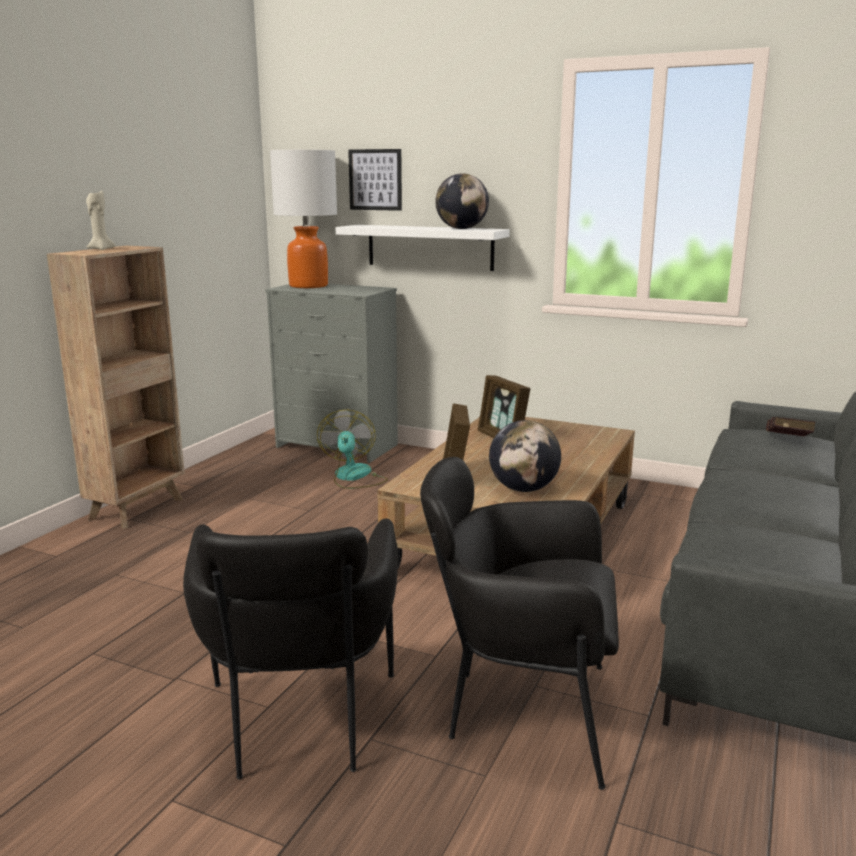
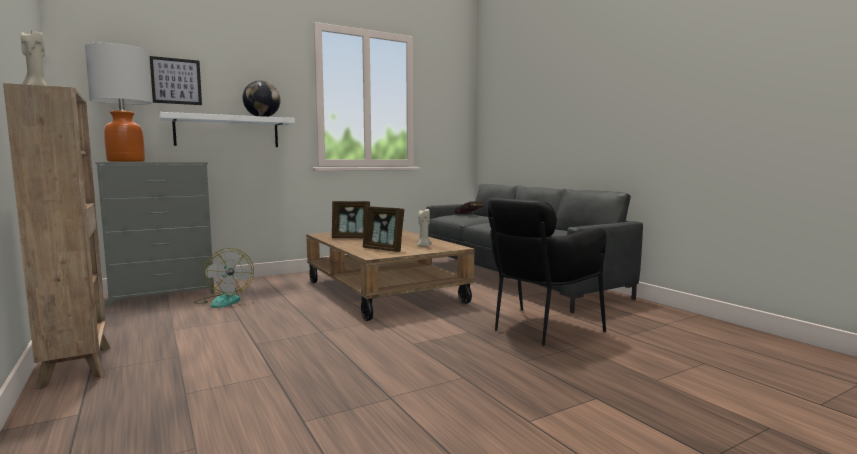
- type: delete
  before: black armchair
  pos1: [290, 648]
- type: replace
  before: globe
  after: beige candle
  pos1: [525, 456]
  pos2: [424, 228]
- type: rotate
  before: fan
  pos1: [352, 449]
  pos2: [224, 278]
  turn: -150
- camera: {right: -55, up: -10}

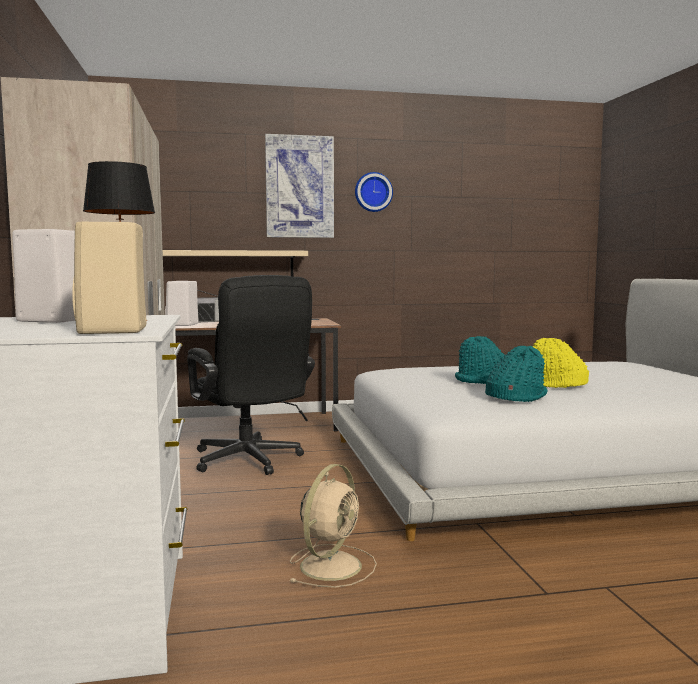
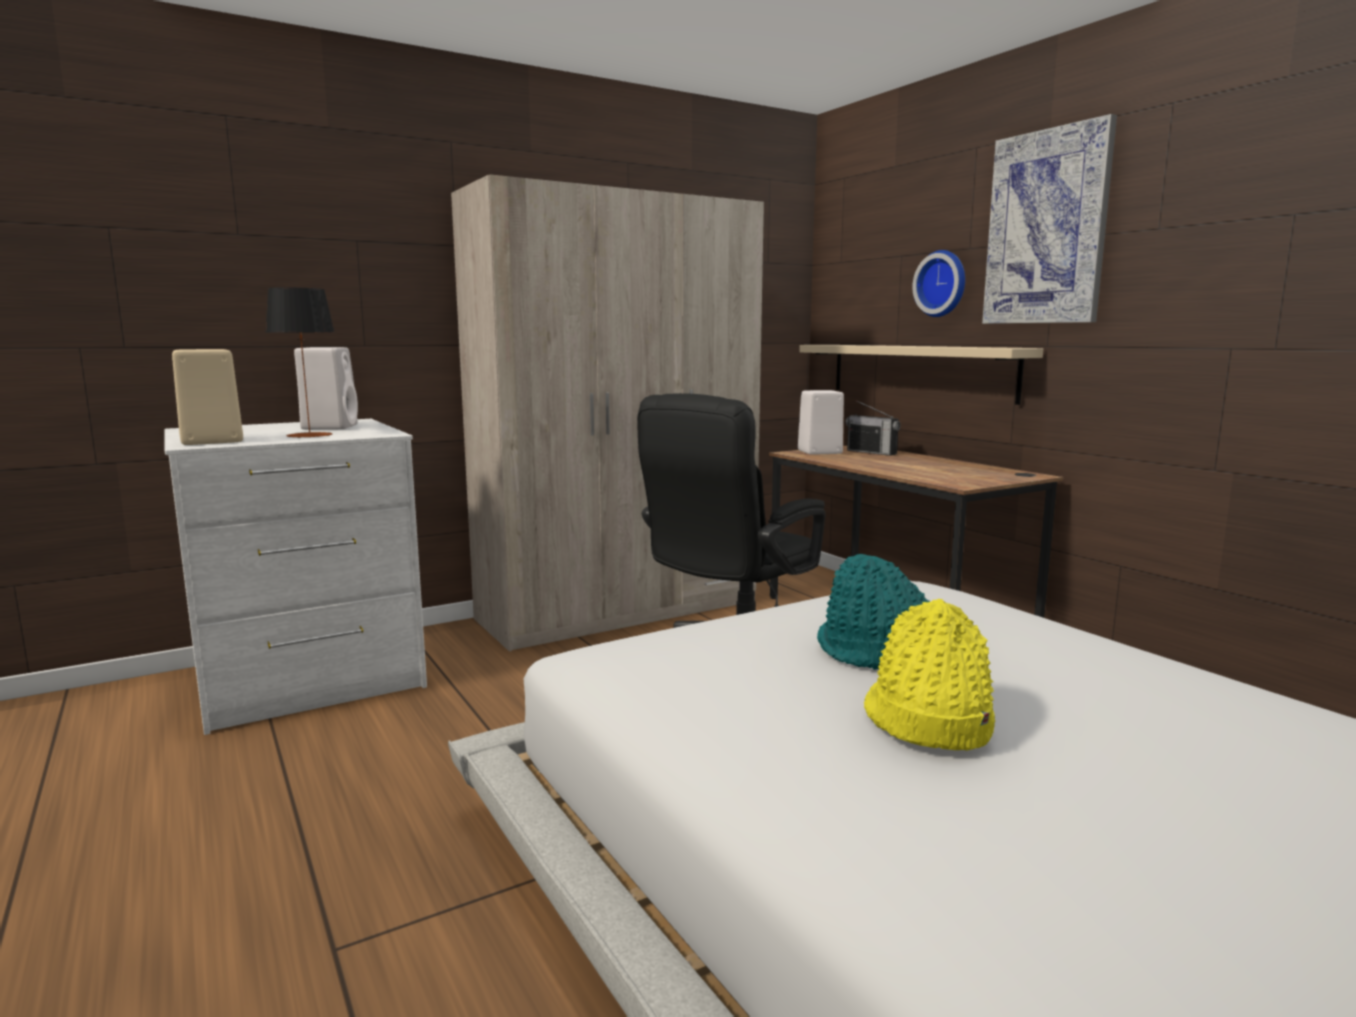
- type: delete
  before: beige fan
  pos1: [333, 526]
- type: delete
  before: turquoise hat
  pos1: [516, 374]
- type: move
  before: wall clock
  pos1: [374, 192]
  pos2: [938, 283]
- camera: {right: 70, up: 5}

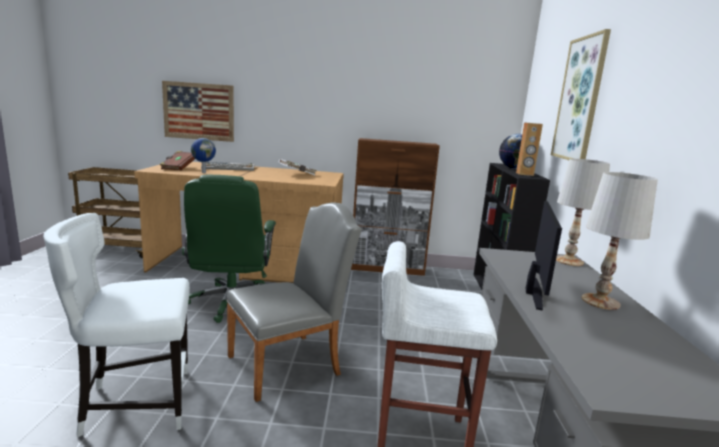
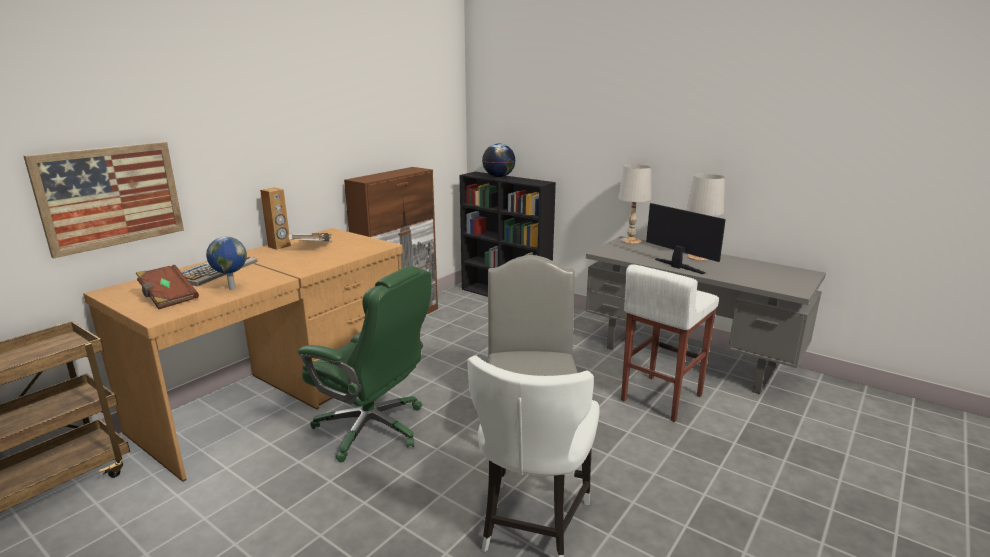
- type: delete
  before: picture
  pos1: [581, 94]
- type: move
  before: brown speaker
  pos1: [529, 149]
  pos2: [275, 218]
- camera: {right: -55, up: 5}

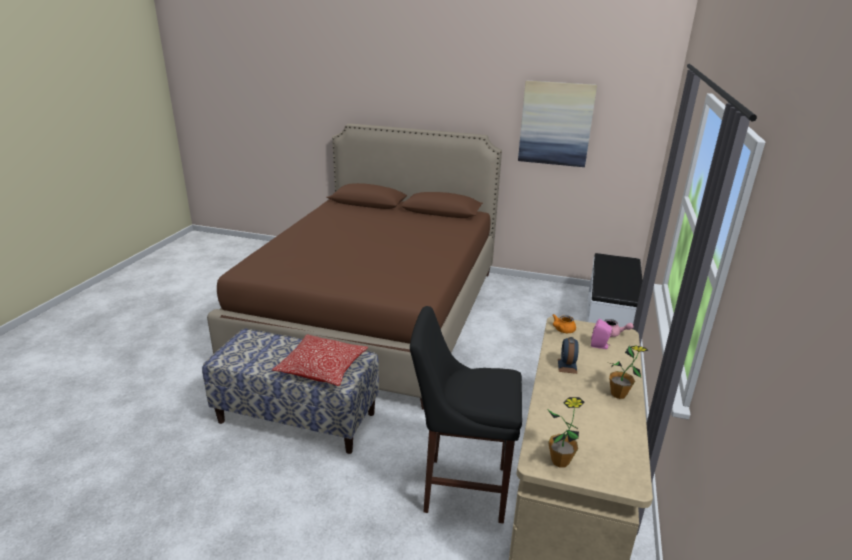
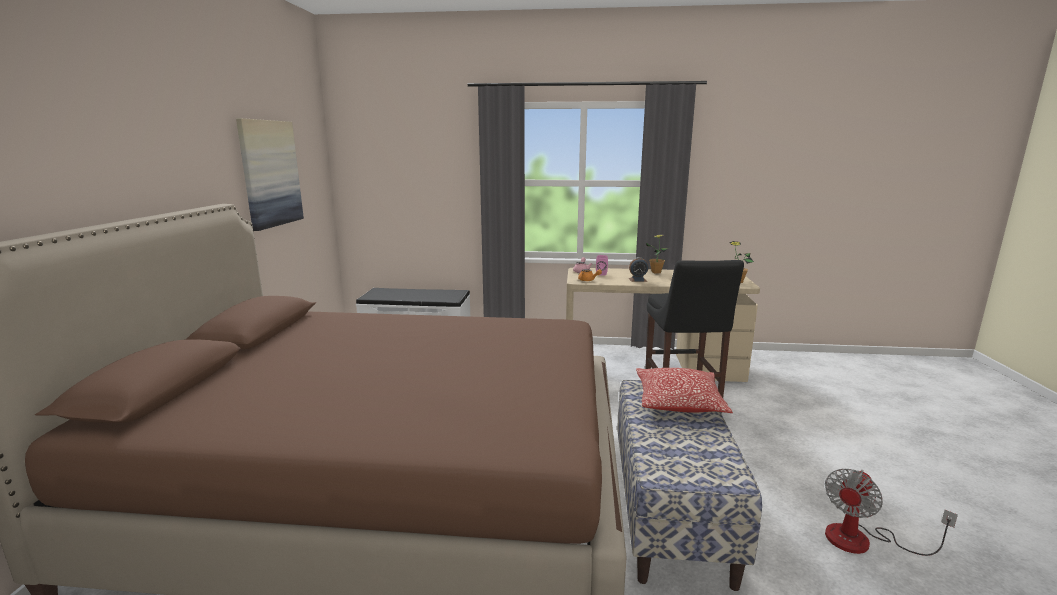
- type: insert
  after: fan
  pos2: [891, 512]
- camera: {right: -100, up: -10}

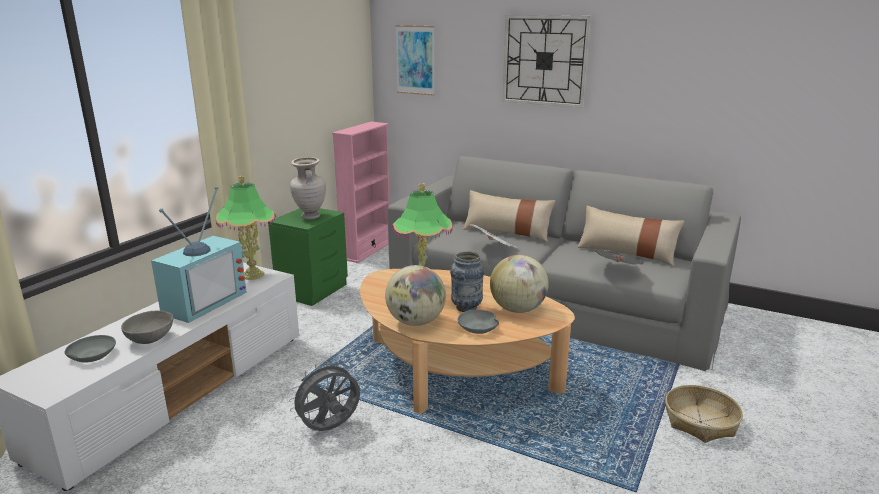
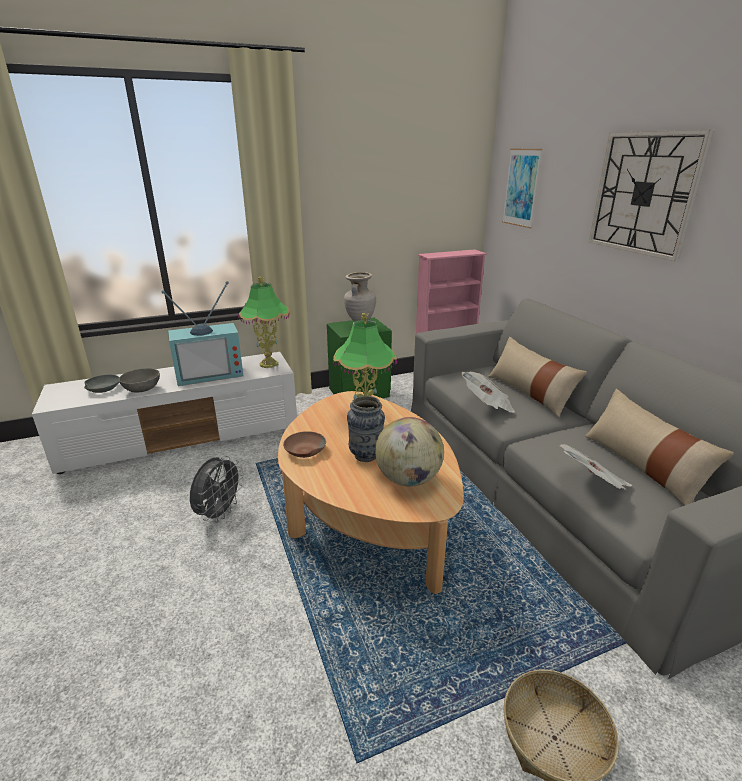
- type: delete
  before: grey bowl
  pos1: [478, 322]
- type: replace
  before: globe
  after: brown bowl
  pos1: [415, 295]
  pos2: [304, 444]
- type: rotate
  before: grey fan
  pos1: [324, 396]
  pos2: [216, 489]
  turn: 105
- camera: {right: 40, up: 5}

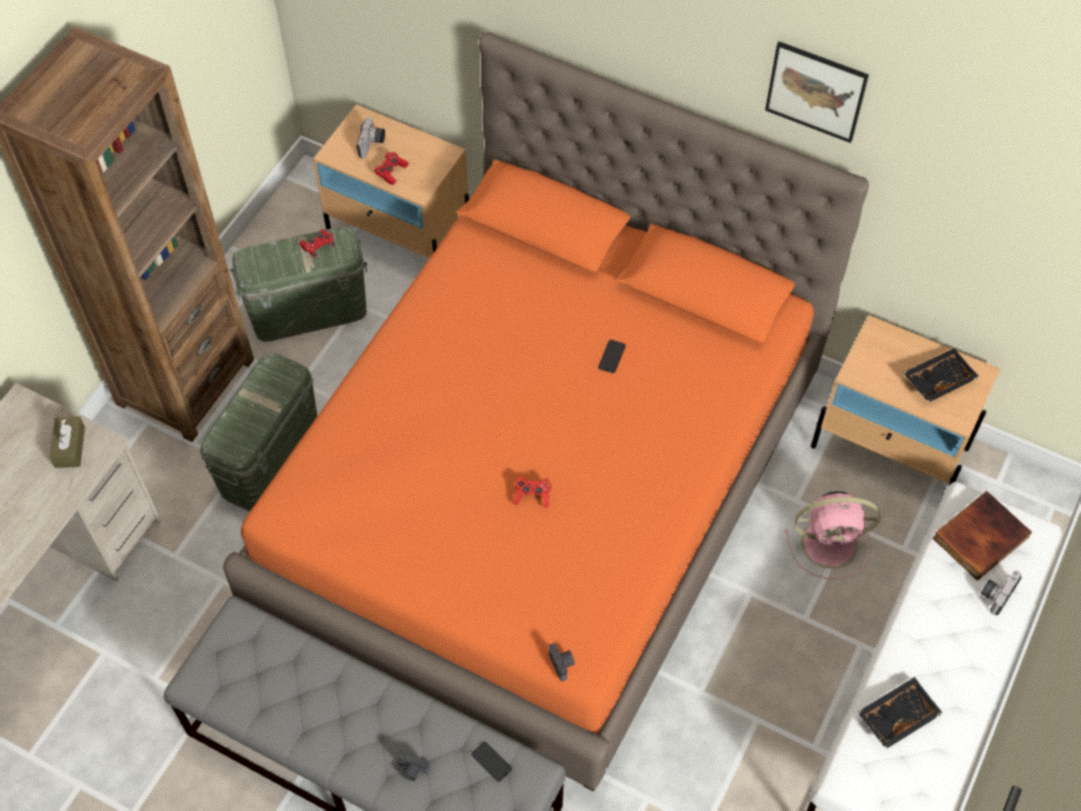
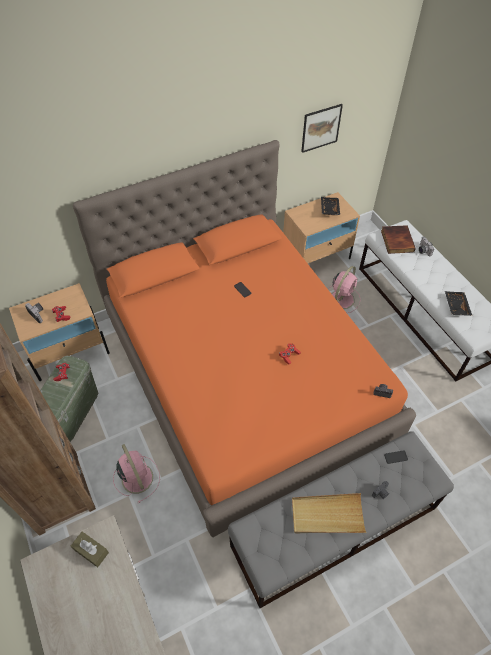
- type: insert
  after: beige tray
  pos2: [329, 513]
- type: move
  before: picture
  pos1: [817, 92]
  pos2: [322, 128]
- type: replace
  before: green storage box
  after: pink fan
  pos1: [258, 432]
  pos2: [136, 473]
- camera: {right: -55, up: -5}

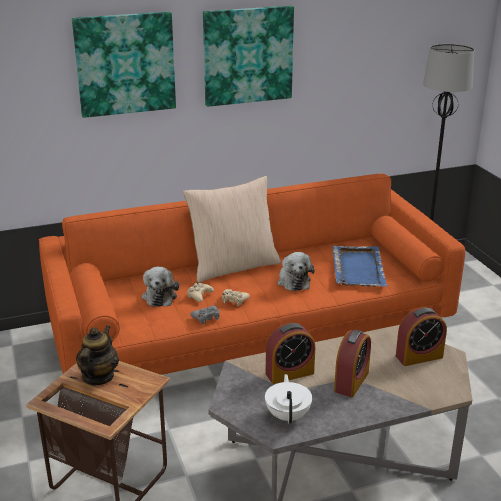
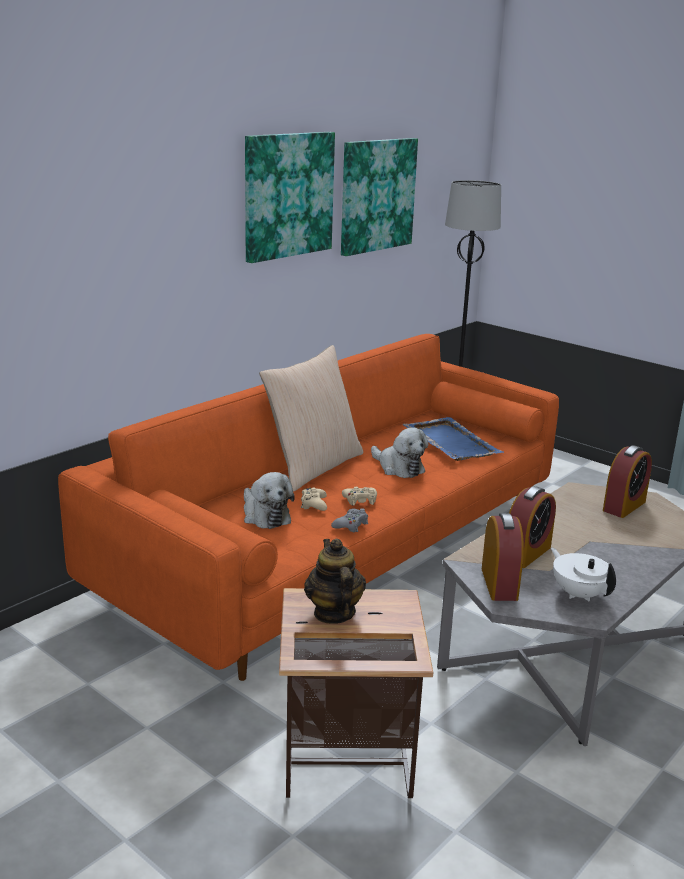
- type: move
  before: picture
  pos1: [124, 65]
  pos2: [379, 197]
- type: move
  before: alarm clock
  pos1: [352, 363]
  pos2: [503, 557]
- camera: {right: -30, up: -5}

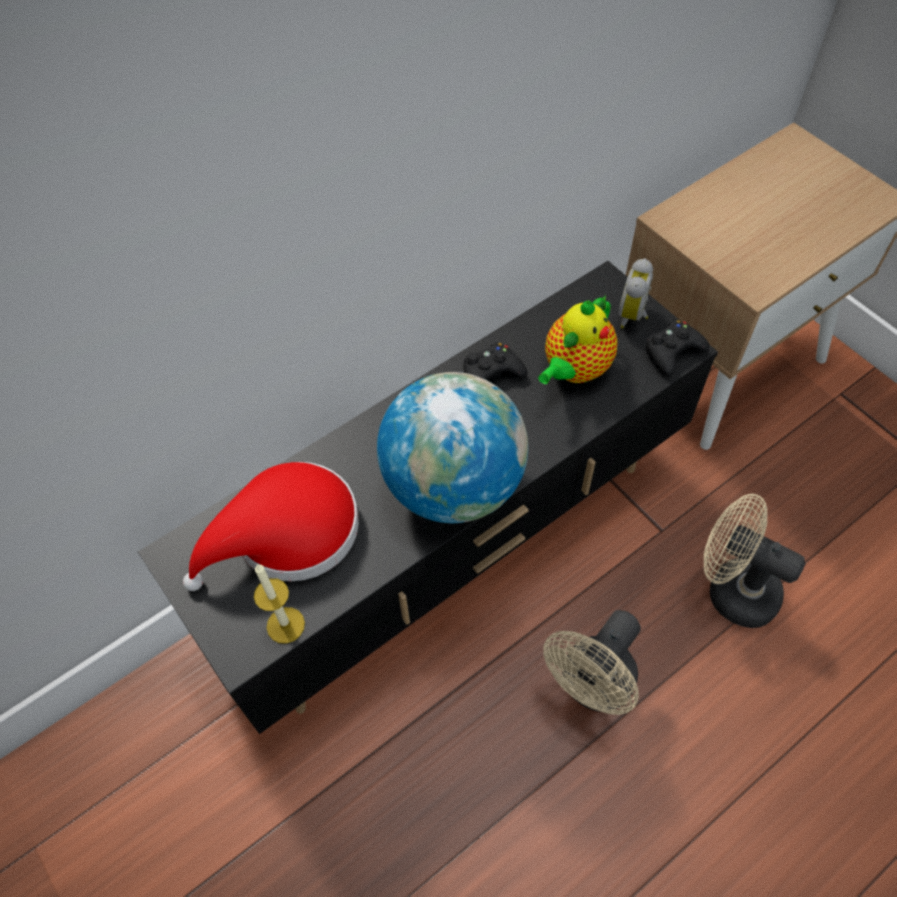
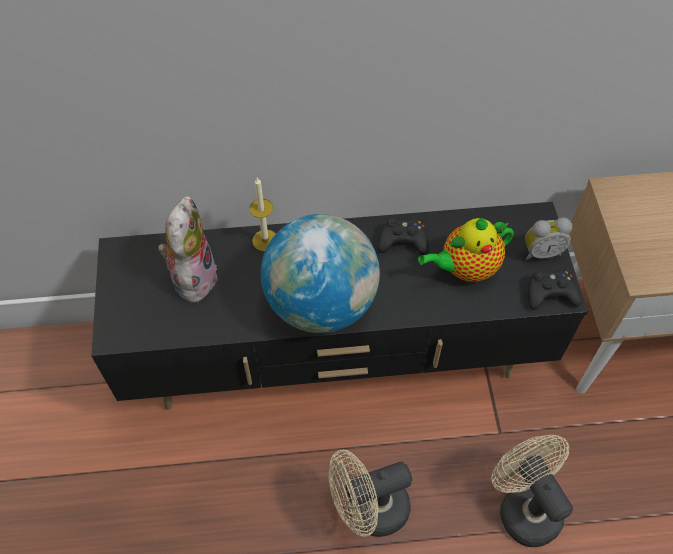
- type: move
  before: candle
  pos1: [279, 604]
  pos2: [262, 215]
- type: replace
  before: red hat
  after: plush toy
  pos1: [271, 526]
  pos2: [187, 249]
- type: rotate
  before: alarm clock
  pos1: [635, 293]
  pos2: [548, 238]
  turn: -150
- camera: {right: 30, up: 0}

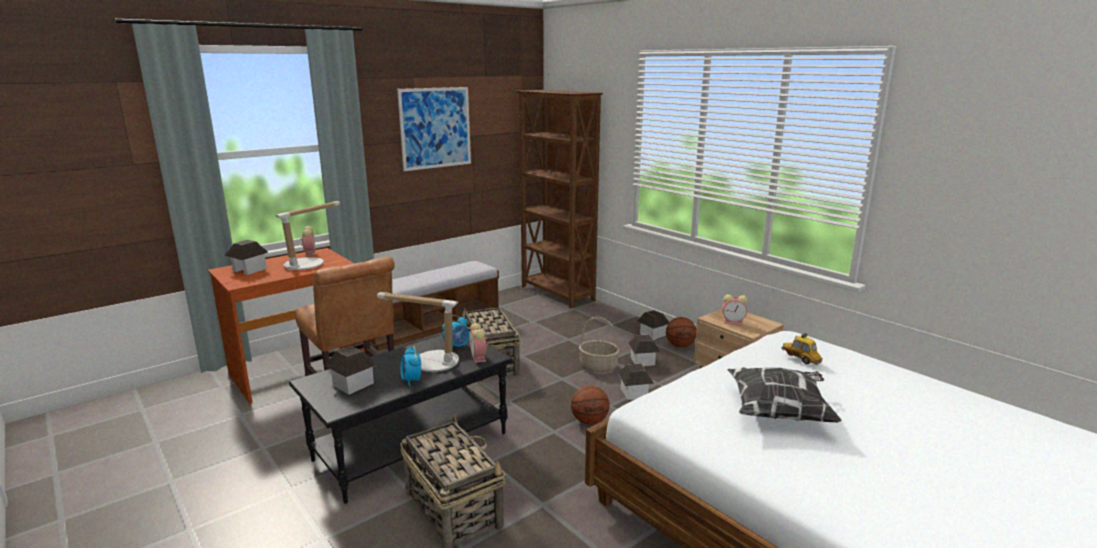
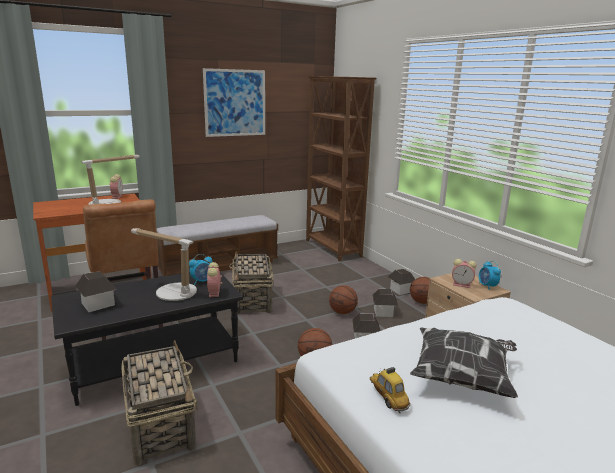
- type: delete
  before: toy house
  pos1: [246, 257]
- type: move
  before: alarm clock
  pos1: [411, 366]
  pos2: [490, 275]
- type: move
  before: toy car
  pos1: [802, 349]
  pos2: [390, 390]
- type: replace
  before: basket
  after: basketball
  pos1: [599, 344]
  pos2: [343, 299]
- camera: {right: 10, up: 0}

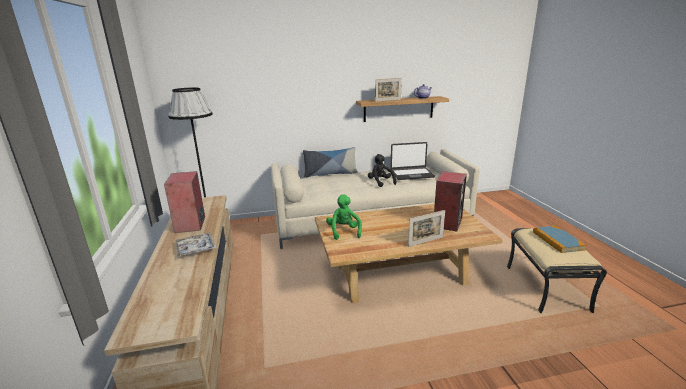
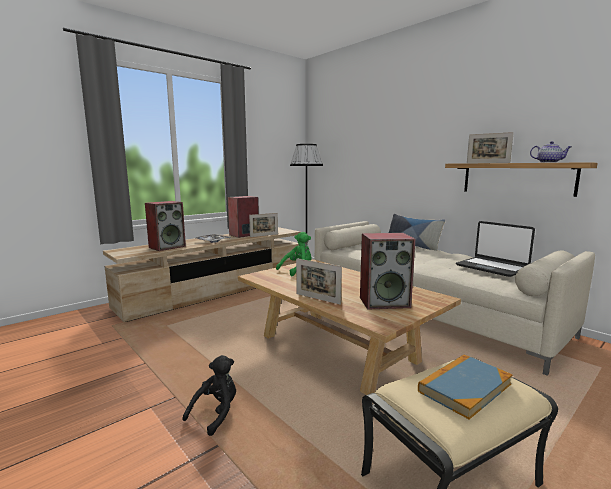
- type: insert
  after: speaker
  pos2: [165, 226]
- type: insert
  after: picture frame
  pos2: [263, 225]
- type: move
  before: black plush toy
  pos1: [382, 170]
  pos2: [209, 395]
- camera: {right: 60, up: -10}

